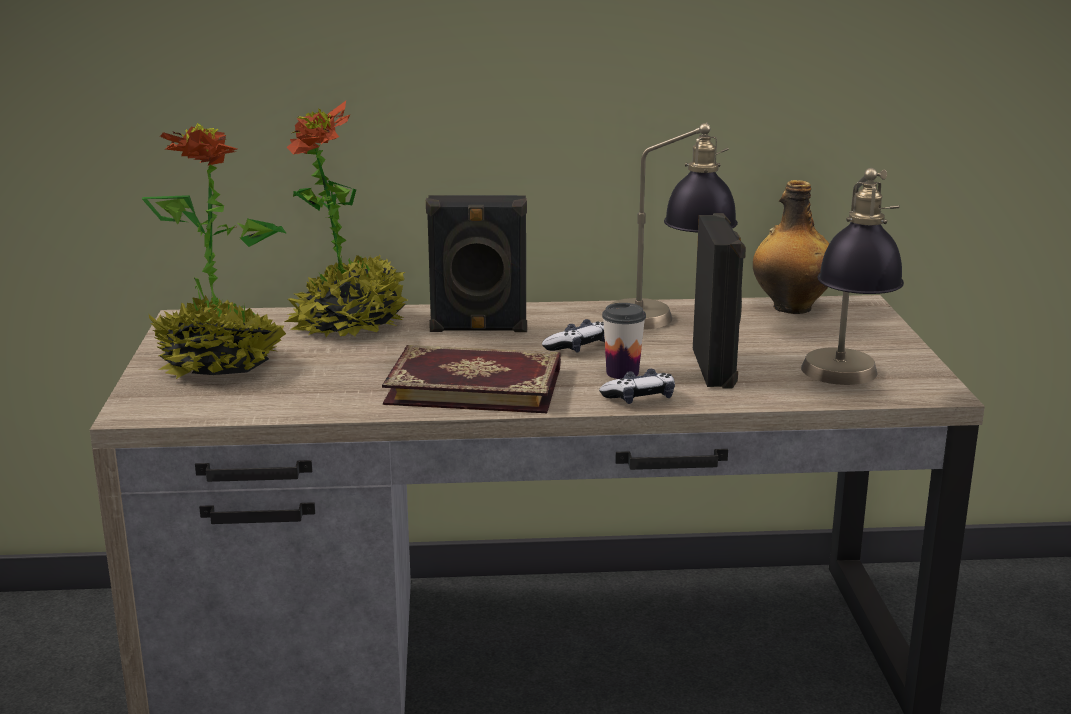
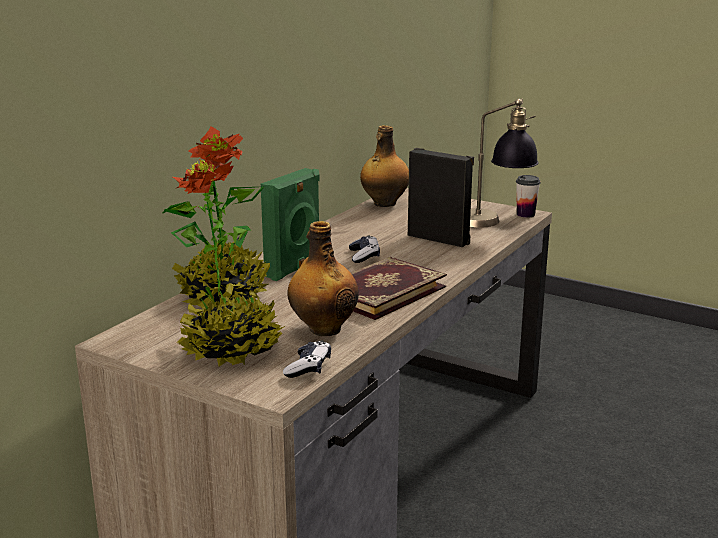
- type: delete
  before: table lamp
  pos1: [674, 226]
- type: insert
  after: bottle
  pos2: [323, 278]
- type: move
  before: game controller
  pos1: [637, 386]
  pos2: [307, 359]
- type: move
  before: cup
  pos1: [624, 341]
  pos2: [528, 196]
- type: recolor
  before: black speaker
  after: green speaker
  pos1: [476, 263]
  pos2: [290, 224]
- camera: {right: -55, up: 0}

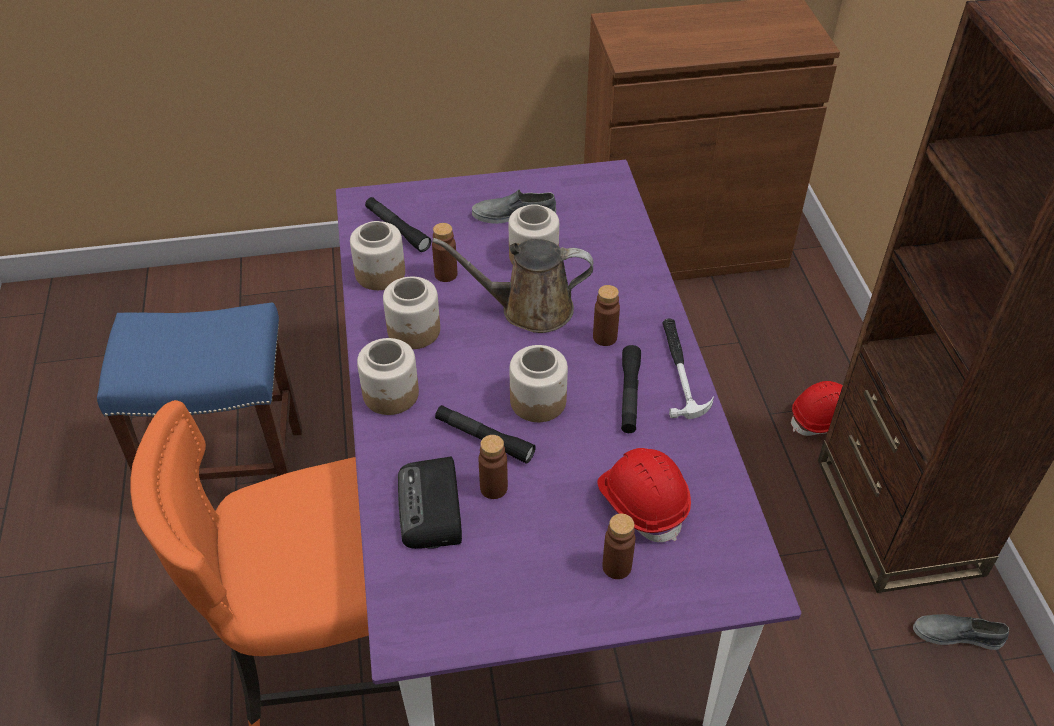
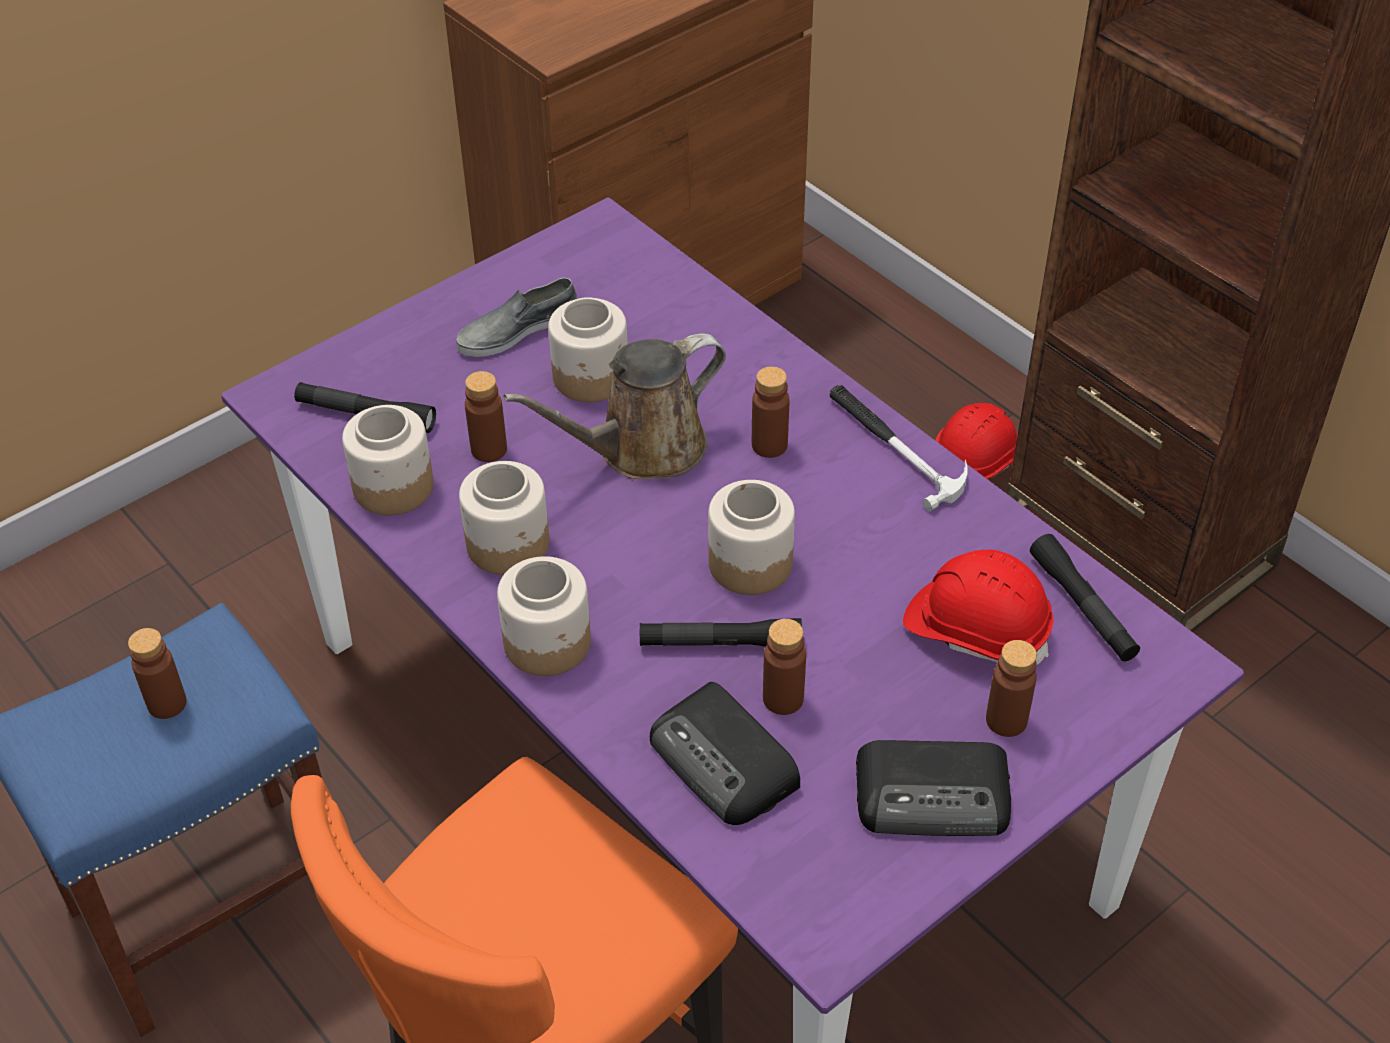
- type: delete
  before: grey shoe
  pos1: [961, 632]
- type: insert
  after: brown bottle
  pos2: [157, 673]
- type: insert
  after: radio
  pos2: [933, 788]
- type: move
  before: black flashlight
  pos1: [631, 389]
  pos2: [1085, 597]
- camera: {right: -30, up: 0}

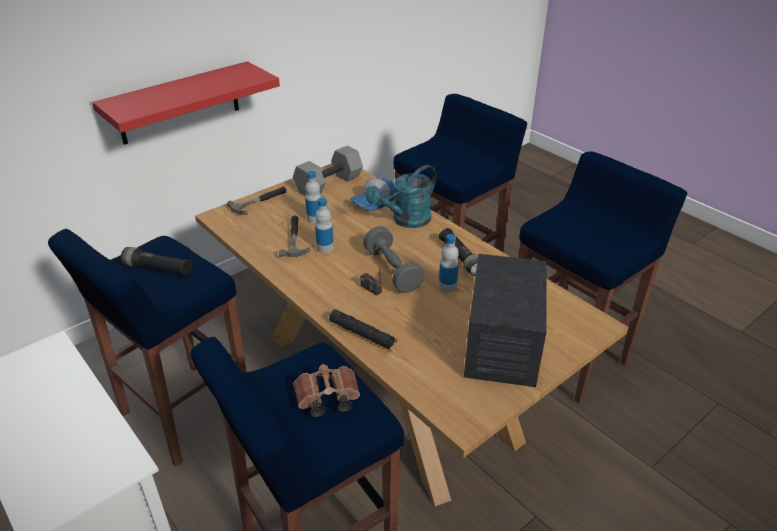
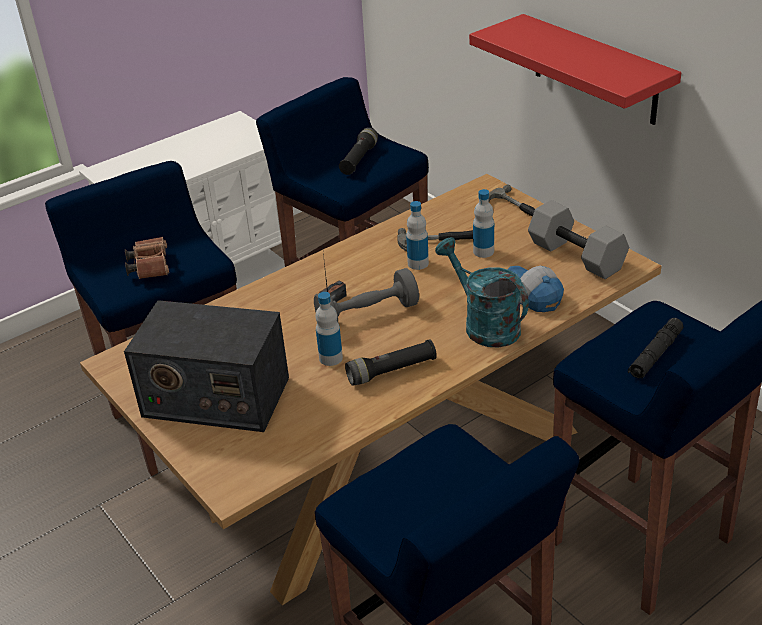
- type: move
  before: black flashlight
  pos1: [363, 329]
  pos2: [655, 348]
- camera: {right: 95, up: 0}

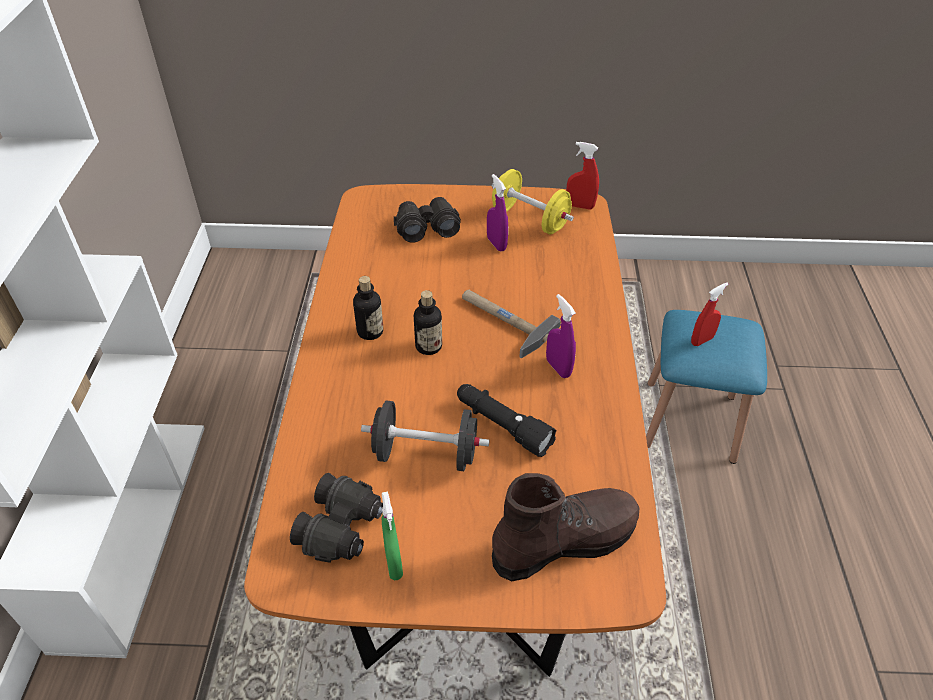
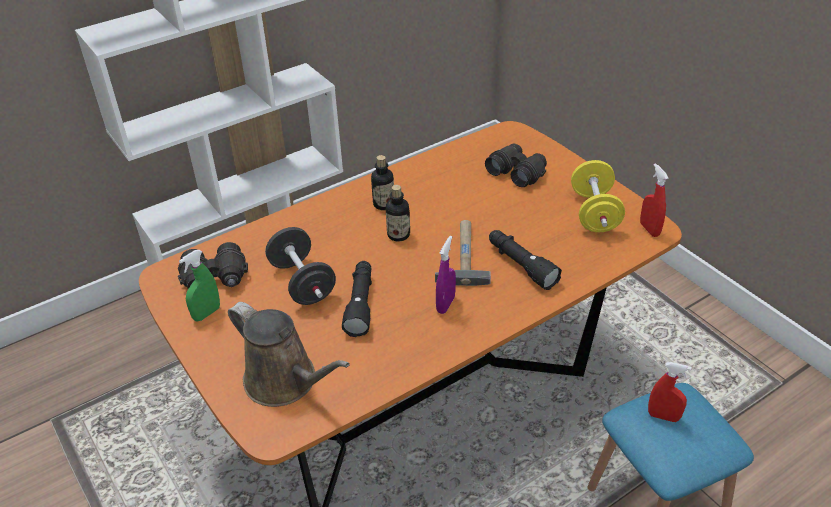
- type: delete
  before: purple spray bottle
  pos1: [497, 212]
- type: insert
  after: black flashlight
  pos2: [525, 260]
- type: replace
  before: brown boot
  after: brown watering can
  pos1: [565, 527]
  pos2: [289, 354]
- camera: {right: 55, up: -5}

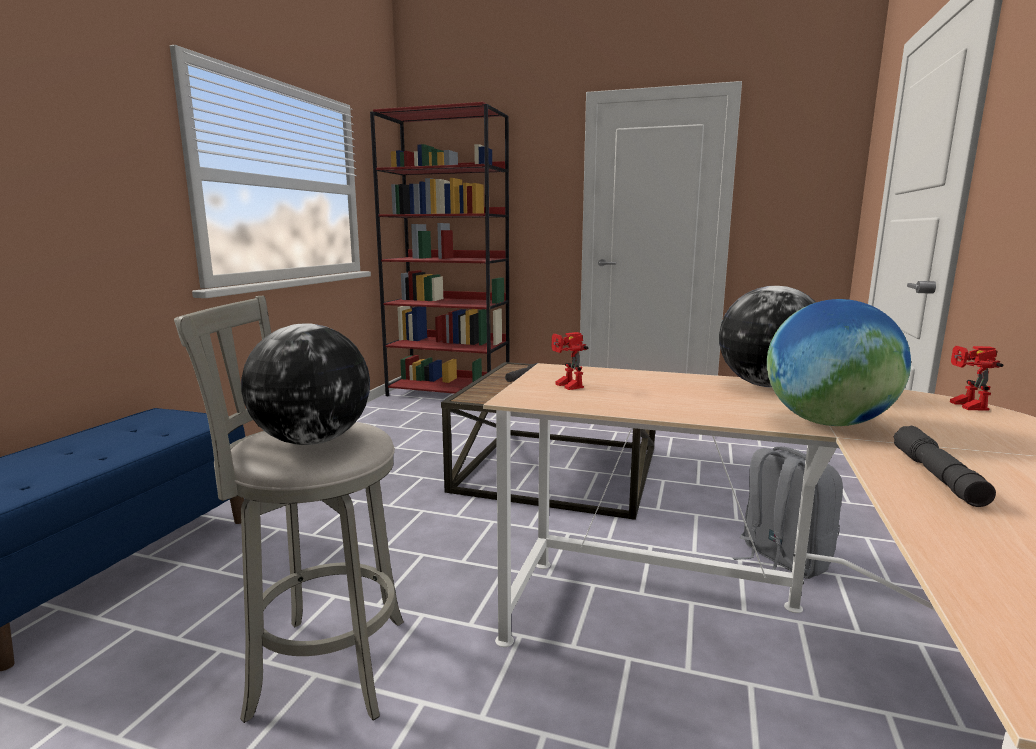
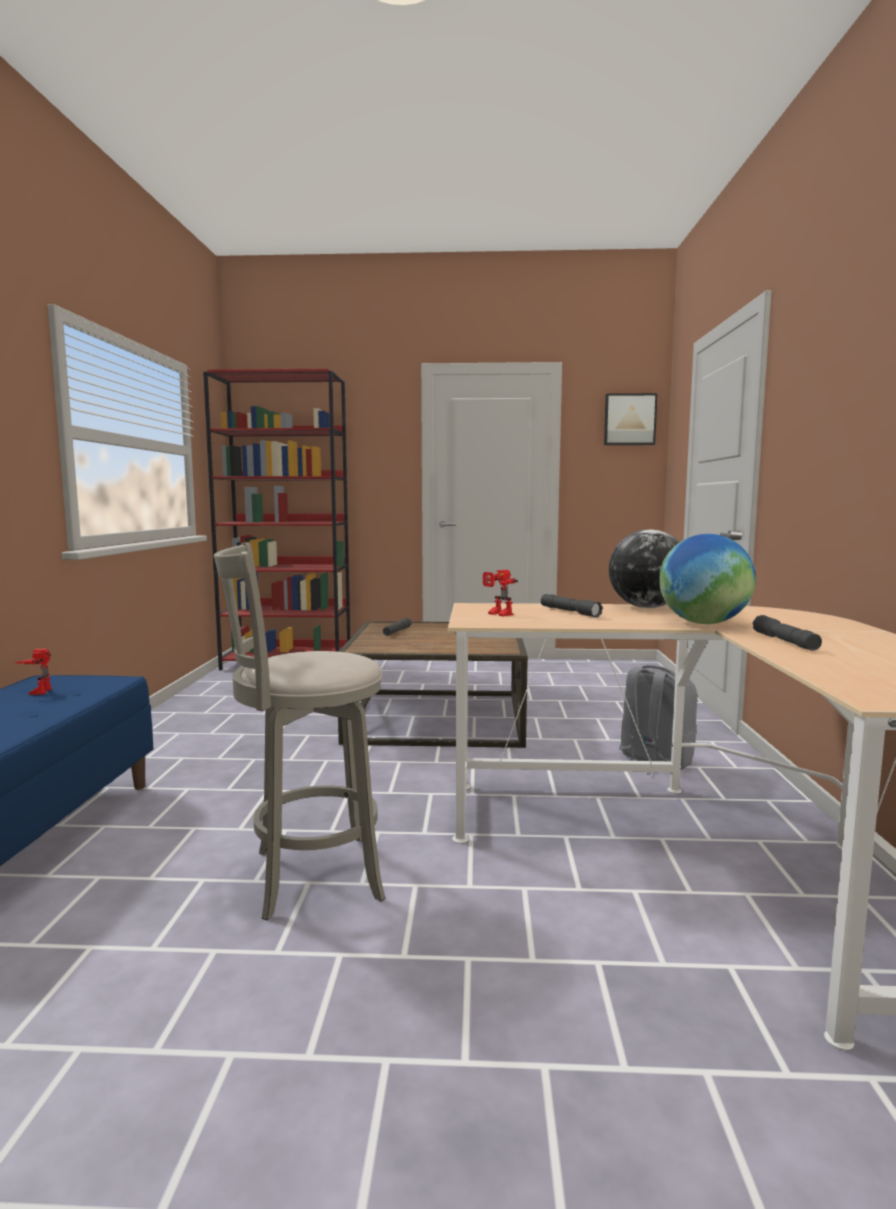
- type: delete
  before: globe
  pos1: [305, 384]
- type: insert
  after: grey flashlight
  pos2: [572, 606]
- type: insert
  after: picture
  pos2: [631, 419]
- type: move
  before: toy robot
  pos1: [976, 378]
  pos2: [33, 672]
- camera: {right: -15, up: -5}

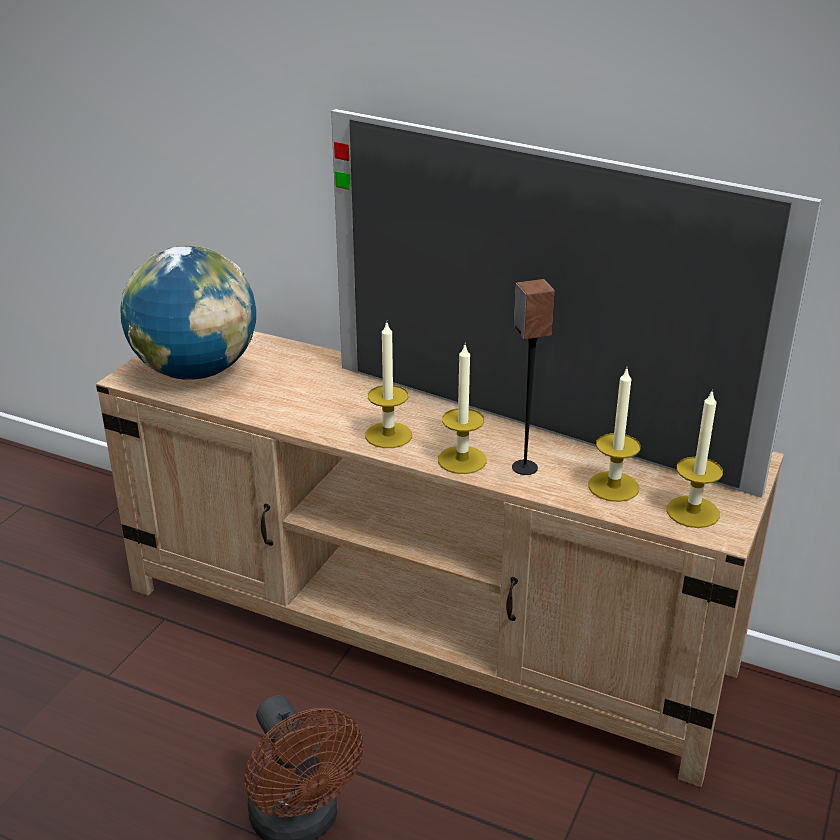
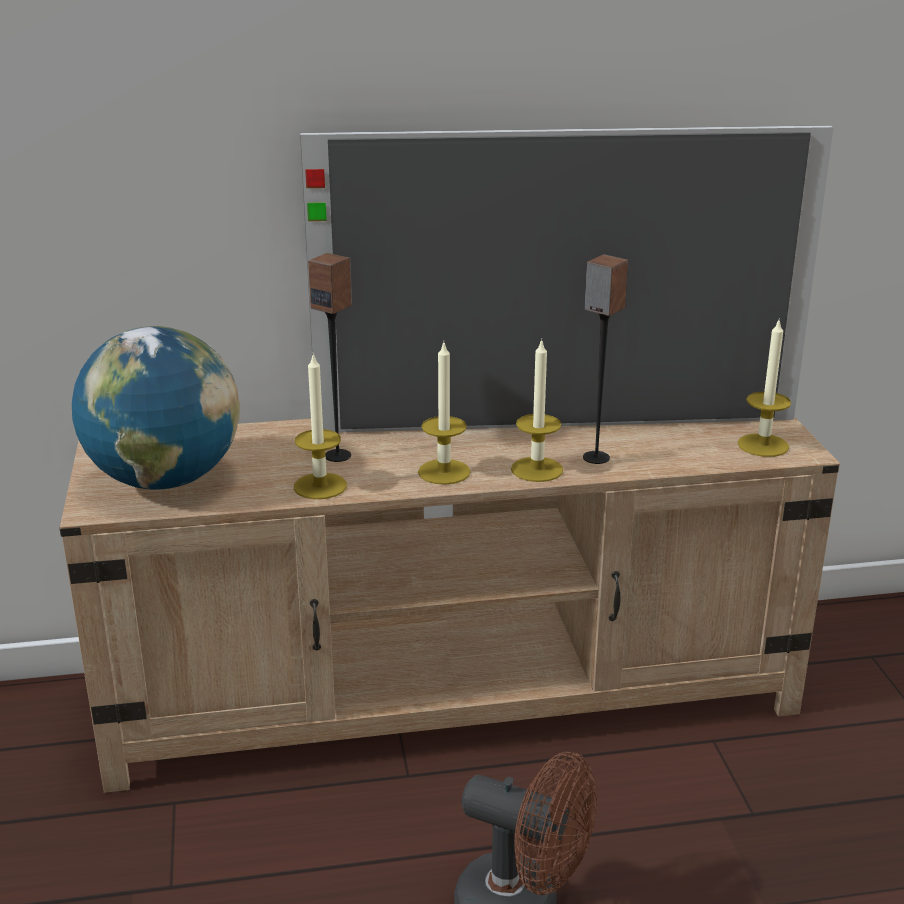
- type: insert
  after: speaker
  pos2: [330, 357]
- type: move
  before: candle
  pos1: [614, 435]
  pos2: [320, 426]
- camera: {right: -35, up: -5}

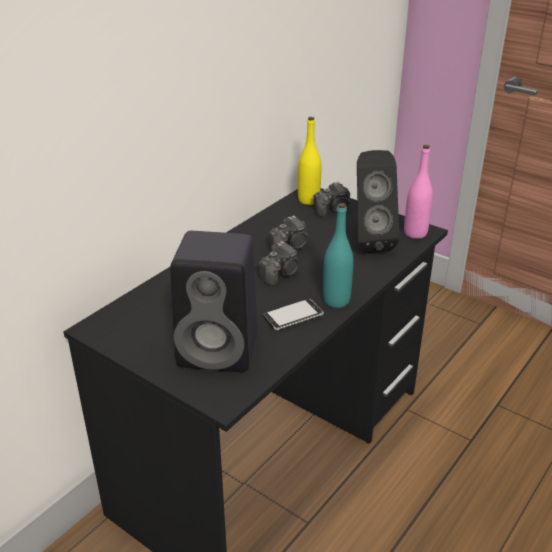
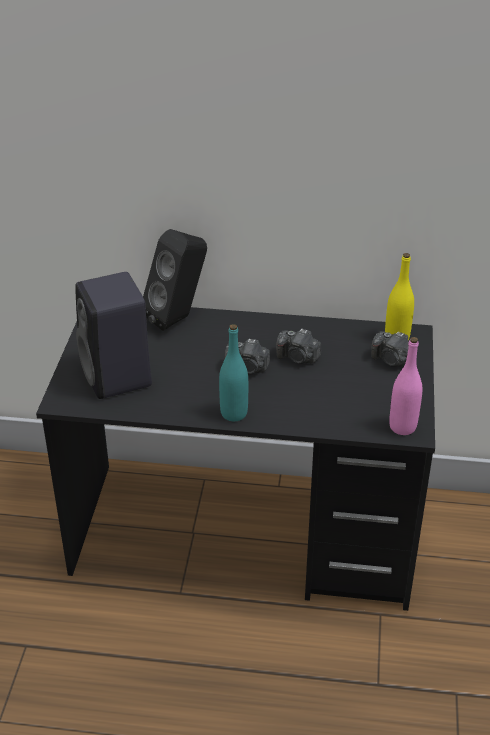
- type: delete
  before: phone
  pos1: [293, 314]
- type: move
  before: black speaker
  pos1: [378, 201]
  pos2: [175, 280]
- camera: {right: 60, up: 5}

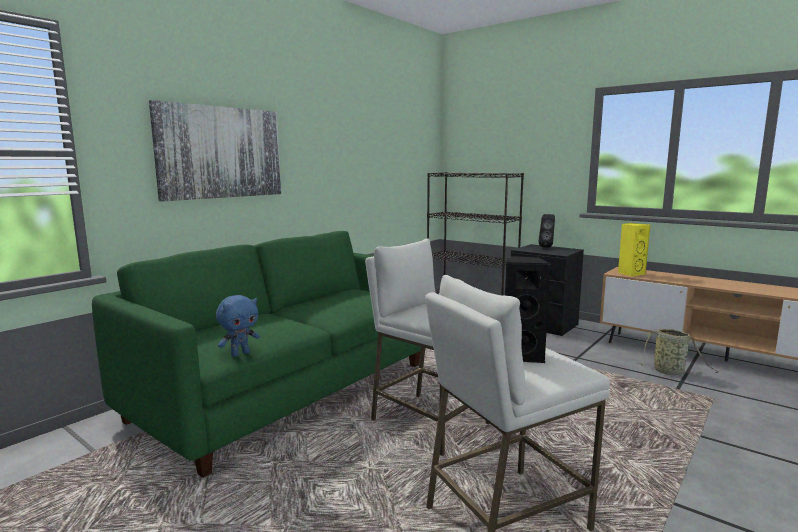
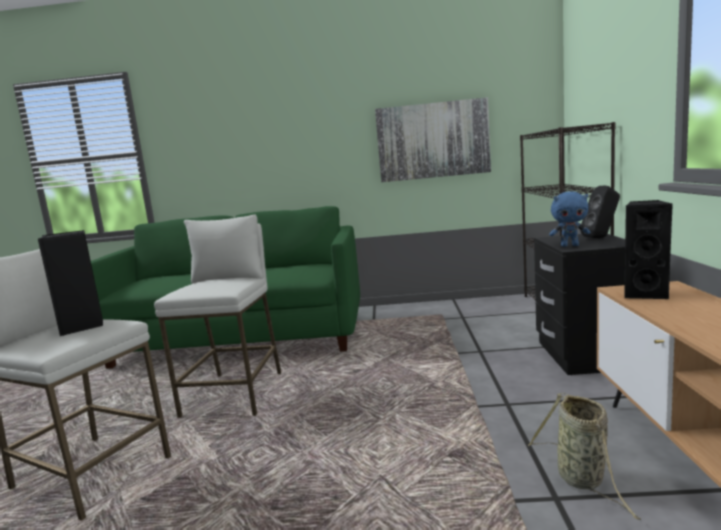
- type: move
  before: picture
  pos1: [215, 151]
  pos2: [433, 139]
- type: move
  before: blue plush toy
  pos1: [238, 326]
  pos2: [570, 219]
- type: recolor
  before: yellow speaker
  after: black speaker
  pos1: [634, 250]
  pos2: [648, 250]
- camera: {right: 55, up: 0}

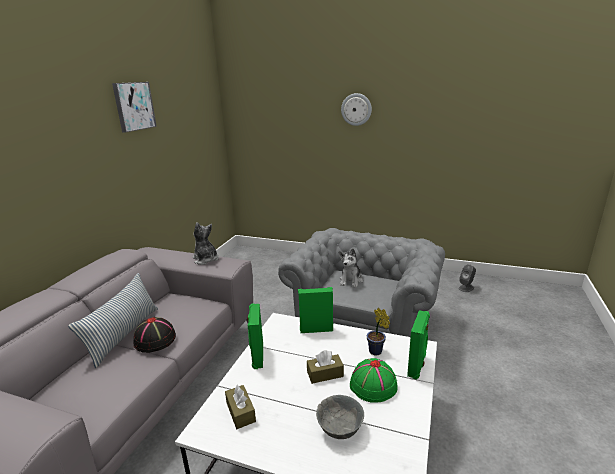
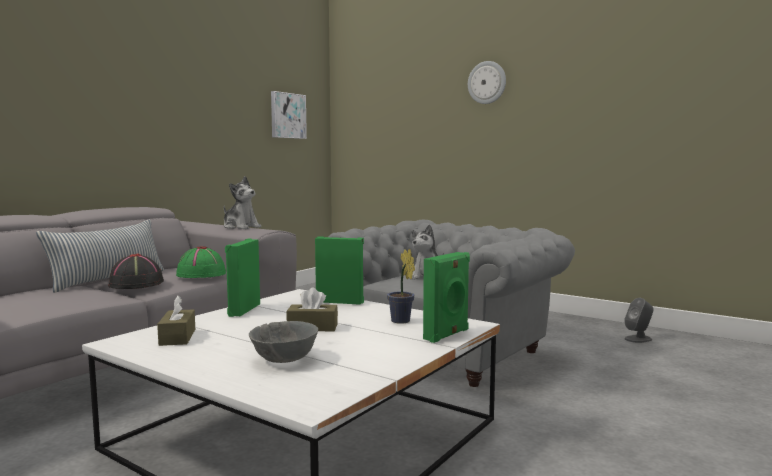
- type: move
  before: picture
  pos1: [134, 107]
  pos2: [289, 115]
- type: move
  before: green hat
  pos1: [374, 380]
  pos2: [201, 262]
- type: rotate
  before: plush toy
  pos1: [205, 243]
  pos2: [242, 202]
  turn: 150
- camera: {right: 15, up: -15}

